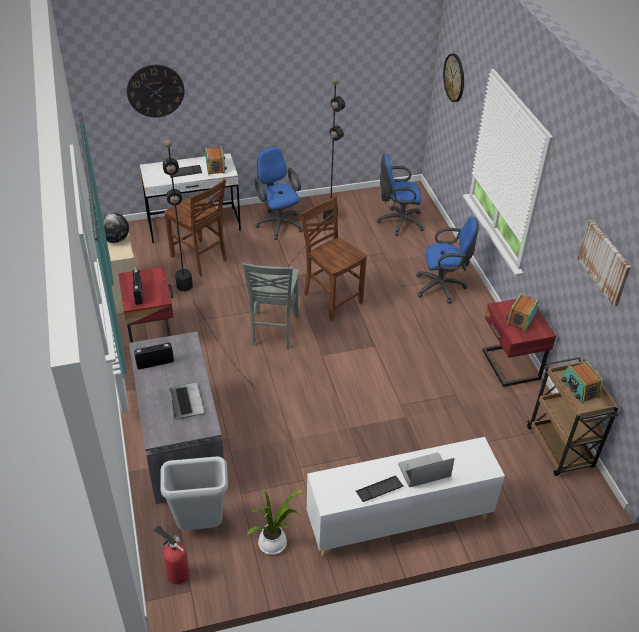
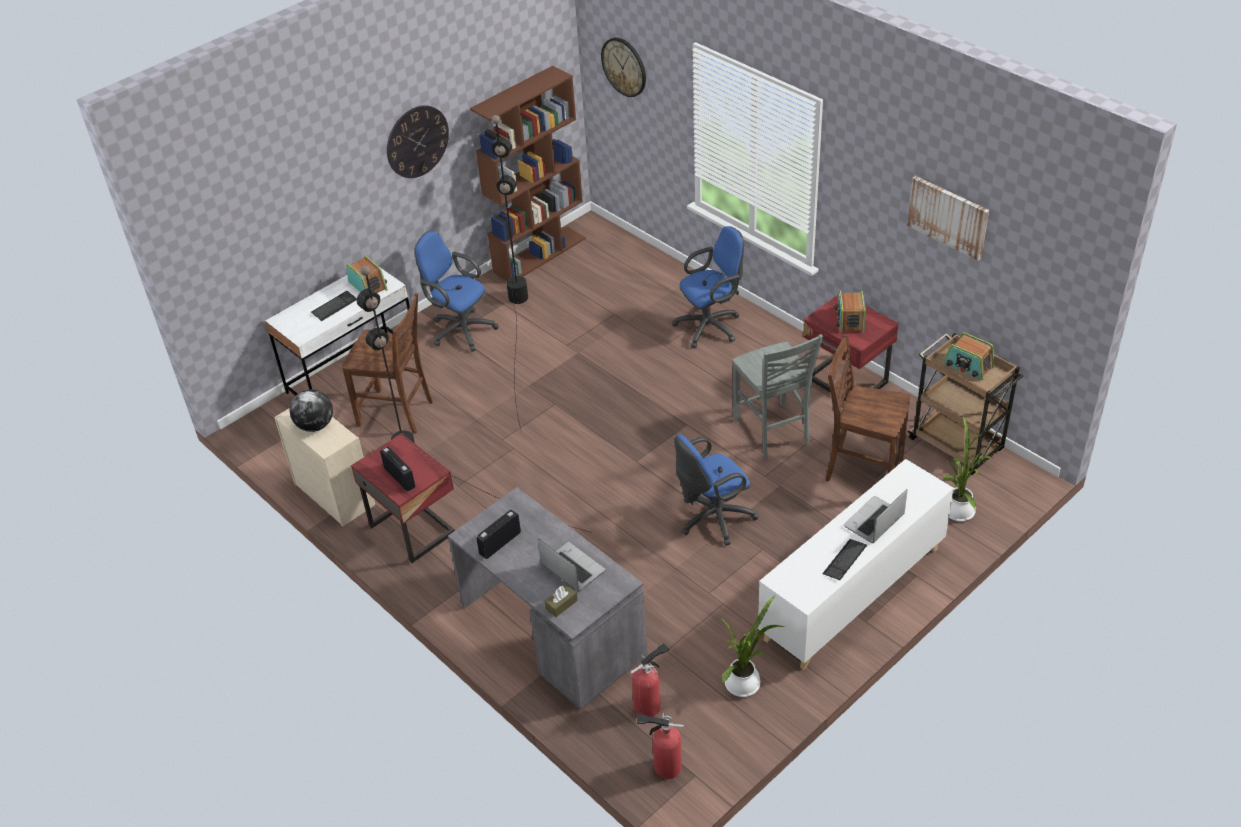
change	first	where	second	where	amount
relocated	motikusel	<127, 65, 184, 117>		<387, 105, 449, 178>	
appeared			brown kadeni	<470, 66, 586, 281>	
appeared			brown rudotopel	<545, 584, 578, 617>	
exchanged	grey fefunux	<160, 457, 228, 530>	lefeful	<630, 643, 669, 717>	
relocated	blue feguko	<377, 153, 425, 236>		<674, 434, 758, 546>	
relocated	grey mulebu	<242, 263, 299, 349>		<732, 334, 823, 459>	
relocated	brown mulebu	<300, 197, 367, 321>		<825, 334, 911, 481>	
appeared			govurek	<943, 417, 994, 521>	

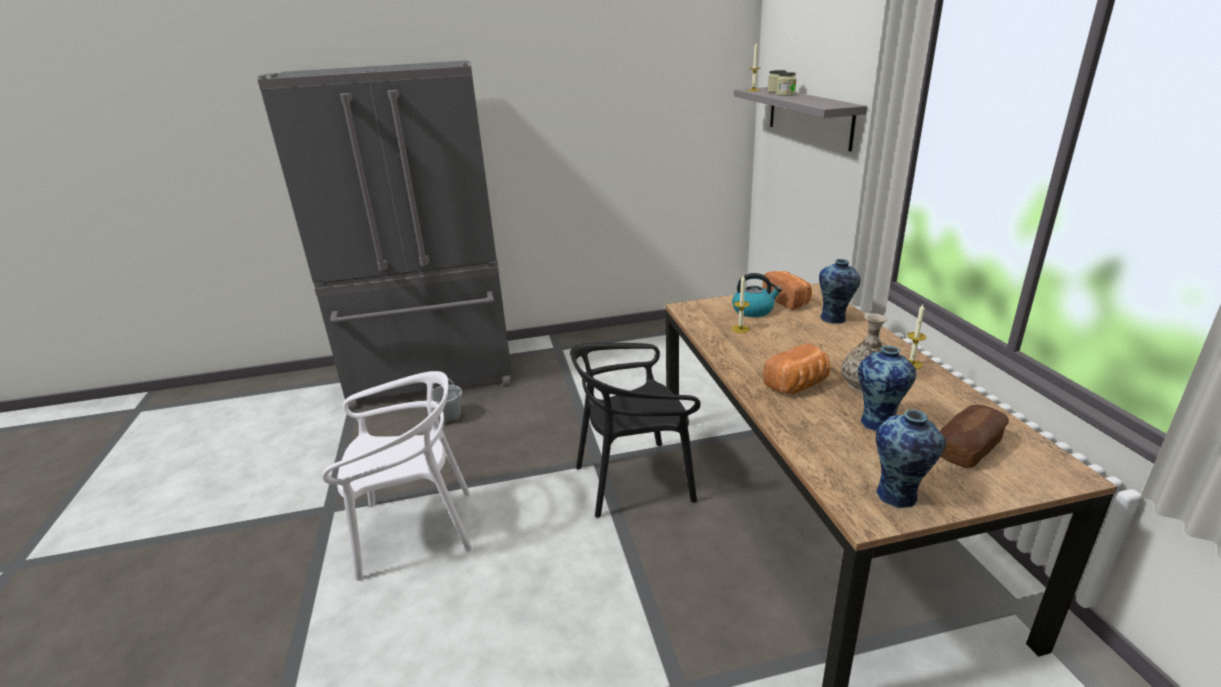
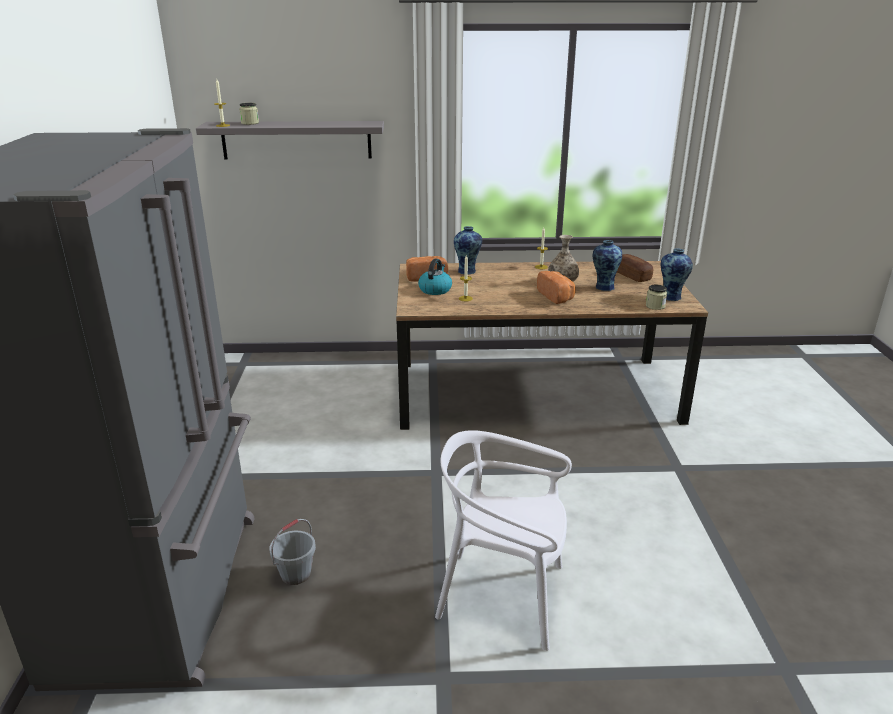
change	first	where	second	where	amount
spun	white mulebu	<322, 371, 472, 581>		<435, 430, 572, 651>	75 degrees counterclockwise
relocated	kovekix	<776, 72, 797, 96>		<646, 285, 667, 310>	
missing	black mulebu	<570, 343, 701, 518>			

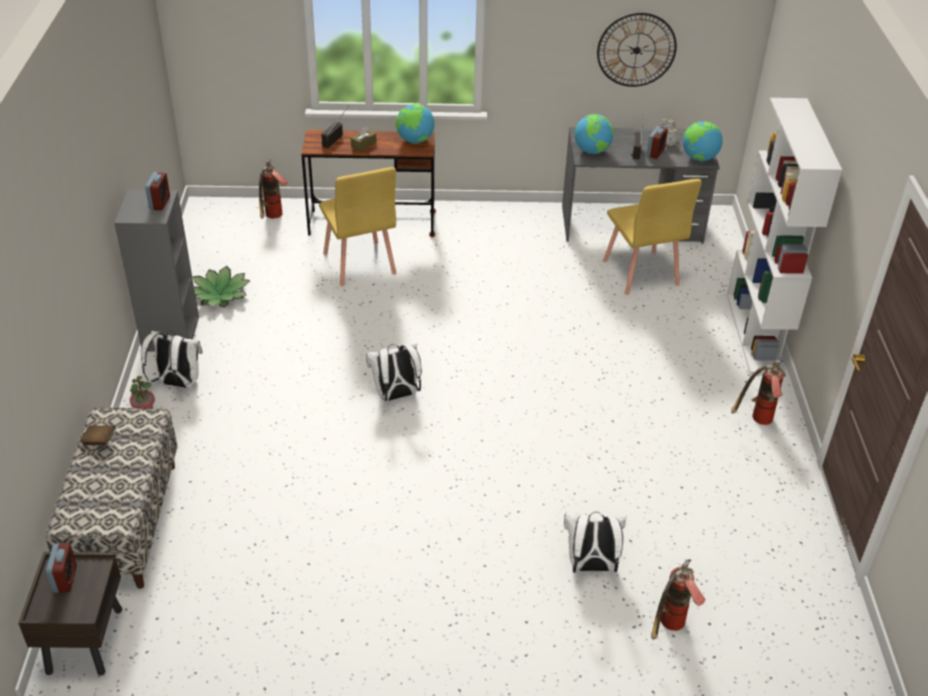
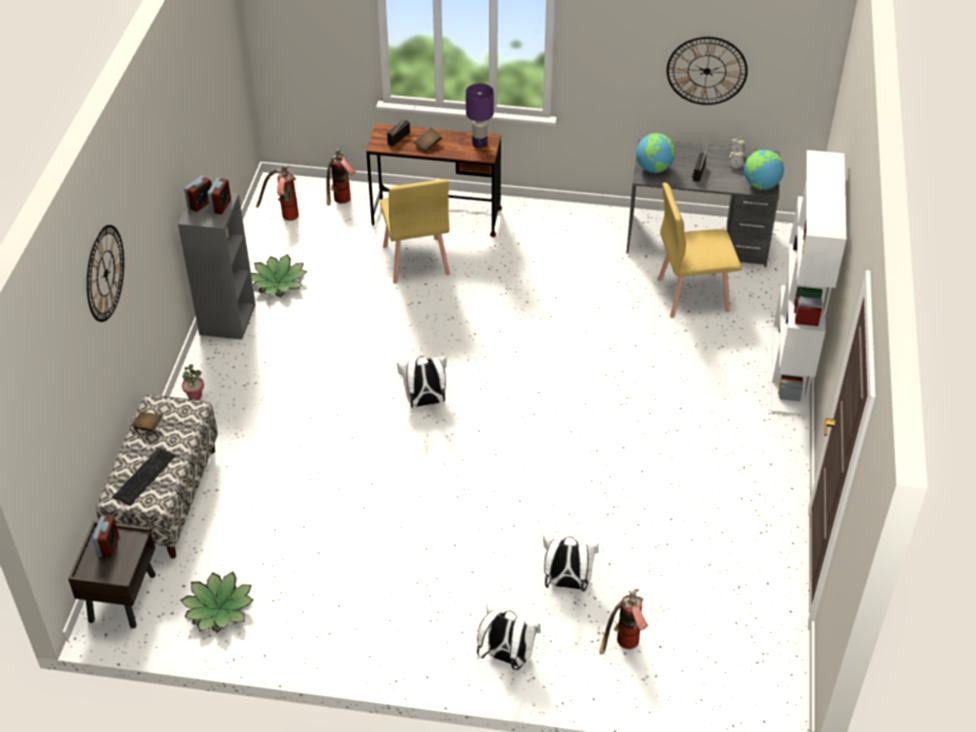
change	first	where	second	where	amount
appeared			motikusel	<87, 225, 124, 322>	
appeared			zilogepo	<113, 448, 175, 505>	
appeared			govurek	<181, 572, 253, 633>	
relocated	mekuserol	<646, 126, 668, 159>		<184, 176, 212, 212>	
relocated	lefeful	<731, 360, 786, 425>		<256, 165, 299, 221>	
exchanged	brown rudotopel	<351, 127, 376, 151>	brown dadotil	<414, 127, 442, 152>	
exchanged	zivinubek	<396, 104, 435, 144>	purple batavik	<466, 83, 494, 148>	
relocated	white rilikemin	<141, 331, 203, 388>		<477, 603, 541, 670>	
spun	yellow mulebu	<603, 179, 702, 295>		<658, 182, 742, 318>	90 degrees clockwise

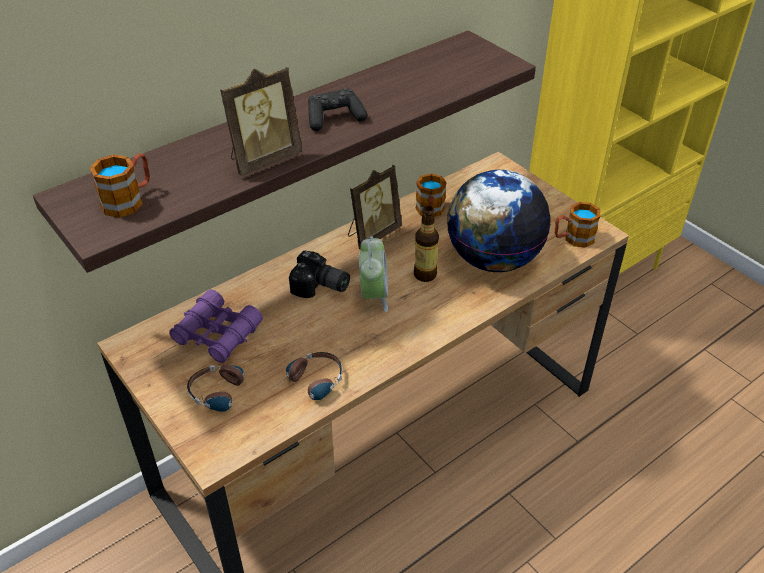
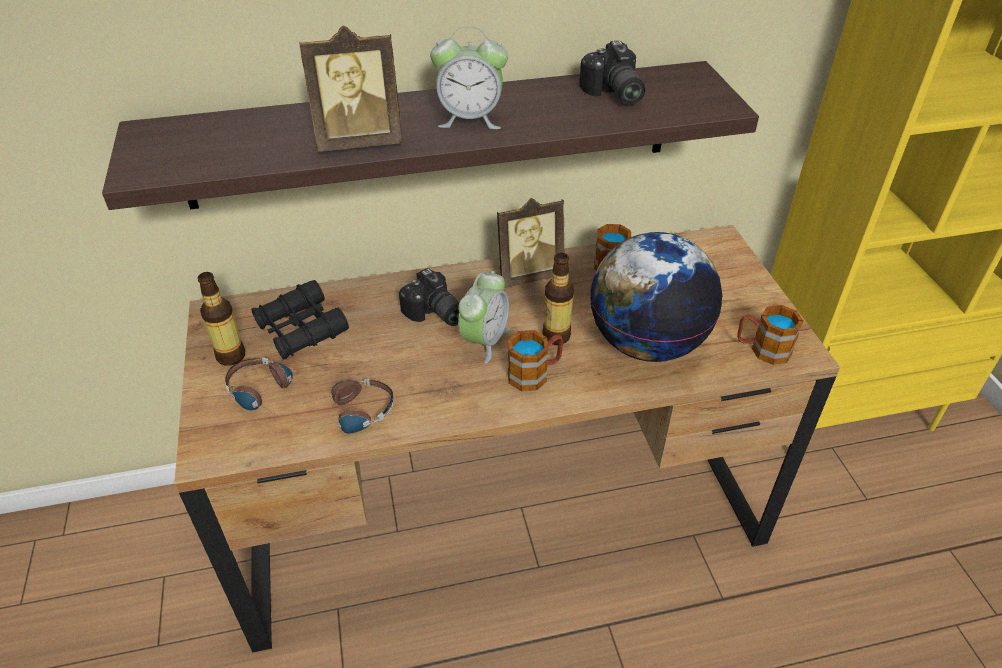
change	first	where	second	where	amount
appeared			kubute	<198, 272, 245, 366>	
colour	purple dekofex	<169, 289, 263, 363>	black dekofex	<251, 280, 349, 360>	
exchanged	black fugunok	<308, 88, 367, 131>	mekuserol	<430, 27, 508, 129>	
relocated	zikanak	<90, 153, 150, 218>		<508, 330, 564, 391>	
appeared			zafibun	<579, 40, 645, 104>	

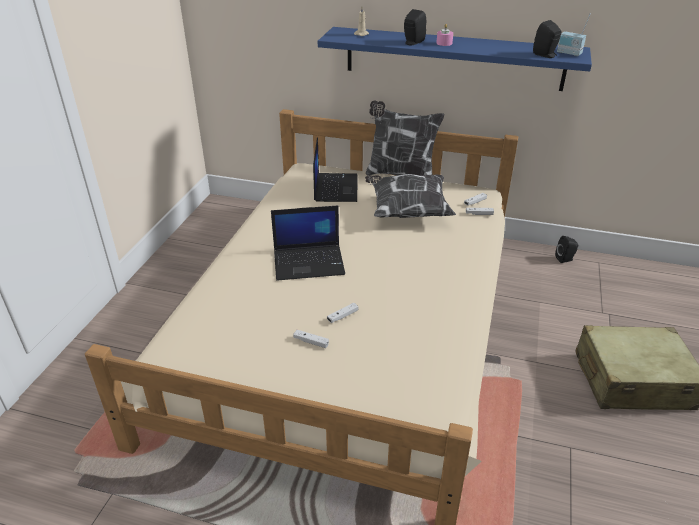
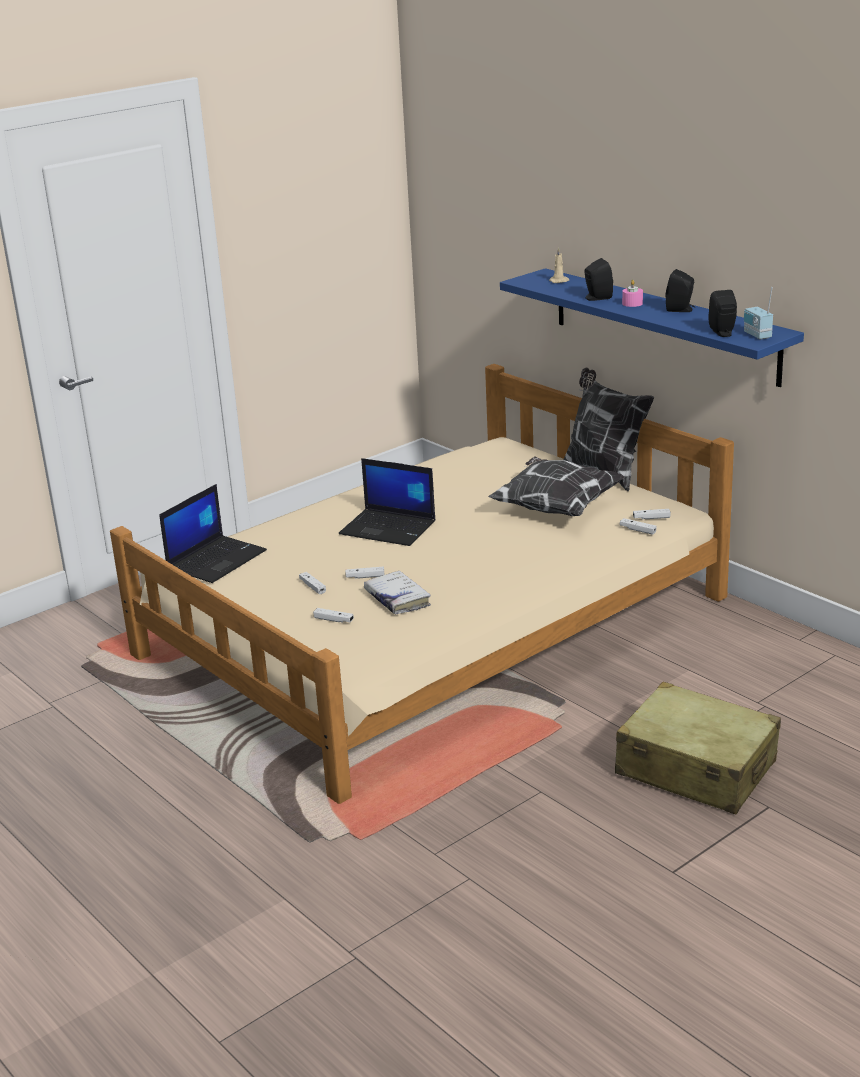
change	first	where	second	where	amount
relocated	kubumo	<313, 137, 358, 202>		<159, 484, 267, 583>	
appeared			white fugunok	<313, 608, 354, 623>	
appeared			white dadotil	<364, 571, 431, 614>	
relocated	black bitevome	<555, 236, 578, 263>		<666, 269, 696, 312>	

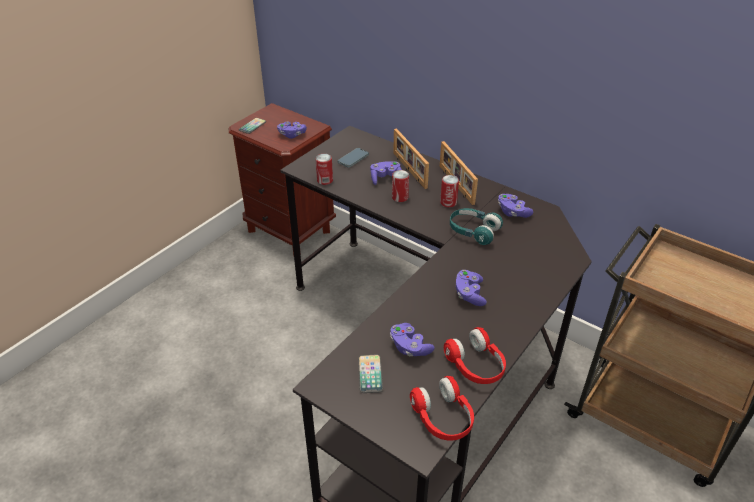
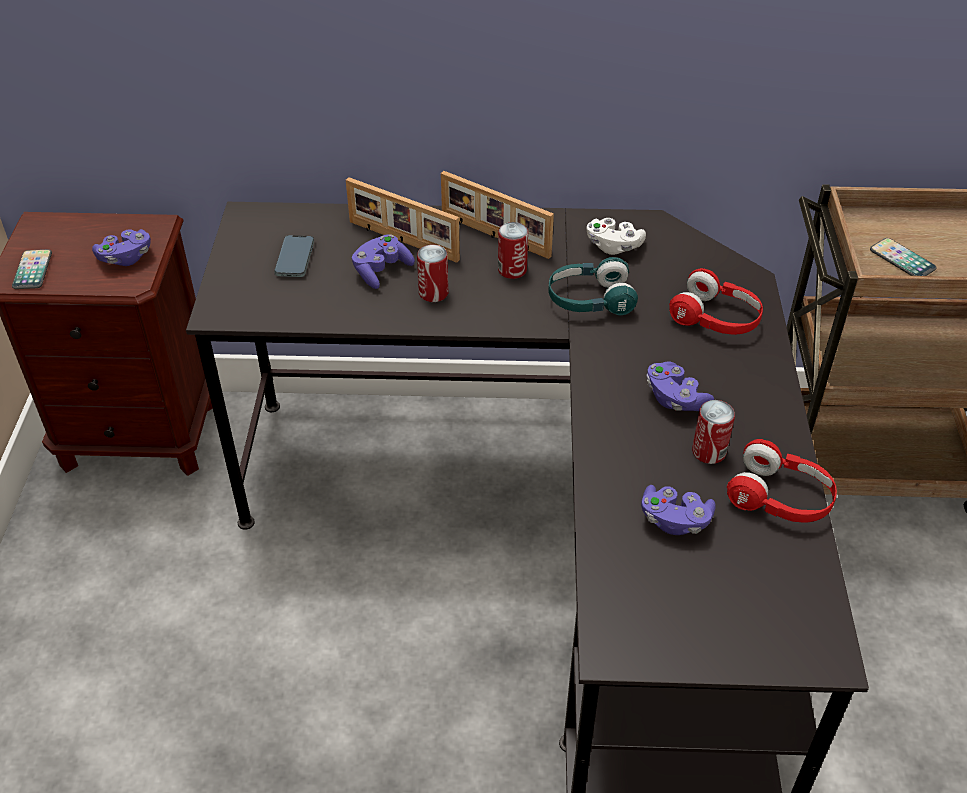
change	first	where	second	where	amount
colour	purple fugunok	<498, 194, 533, 218>	white fugunok	<586, 218, 646, 255>	
relocated	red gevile	<410, 376, 474, 441>		<669, 268, 763, 335>	
relocated	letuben	<316, 154, 333, 185>		<692, 400, 735, 464>	
relocated	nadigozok	<358, 355, 383, 393>		<870, 238, 936, 276>	

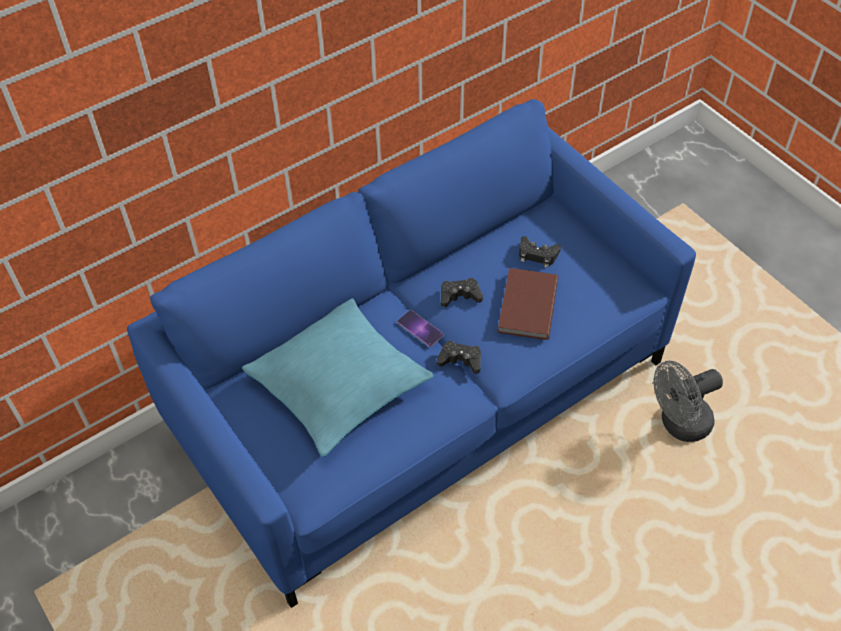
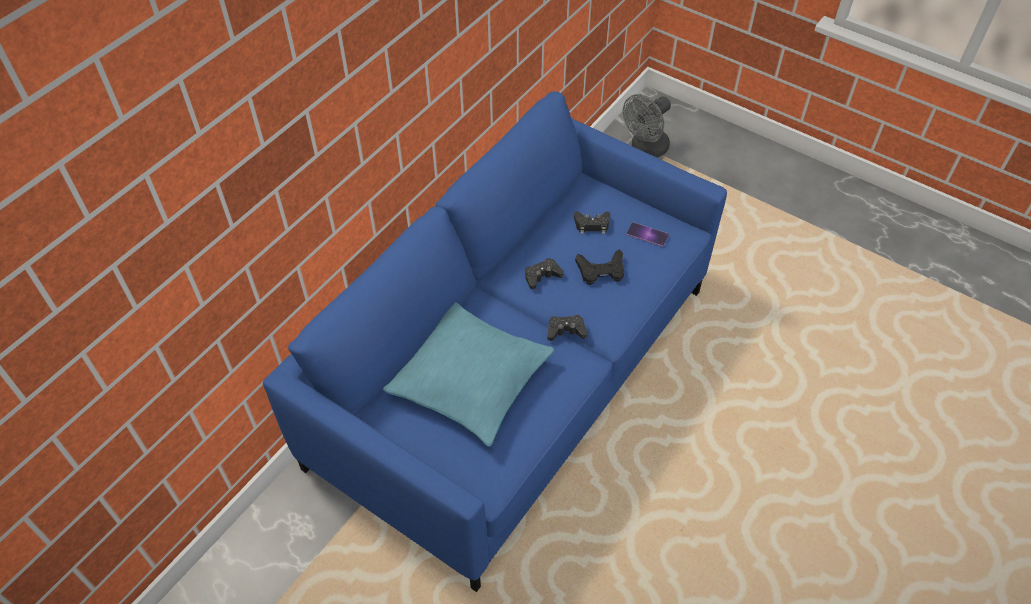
change	first	where	second	where	amount
exchanged	brown dadotil	<498, 268, 558, 340>	black fugunok	<575, 249, 624, 285>	
relocated	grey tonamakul	<654, 361, 723, 442>		<623, 94, 671, 157>	
relocated	nadigozok	<397, 310, 444, 347>		<627, 222, 669, 247>	

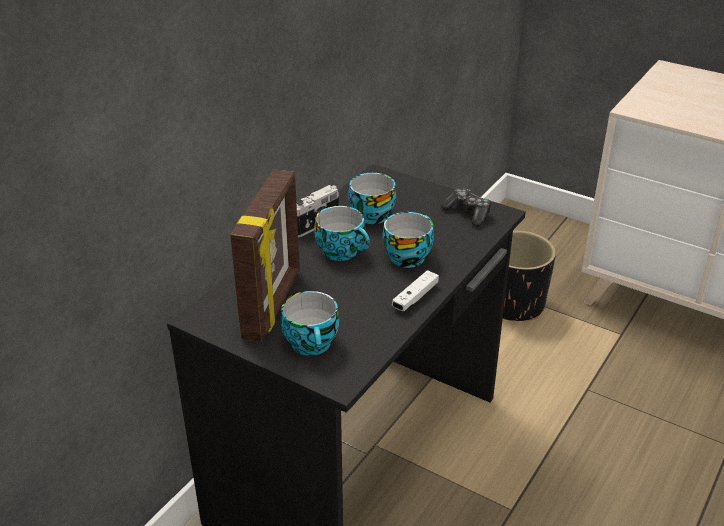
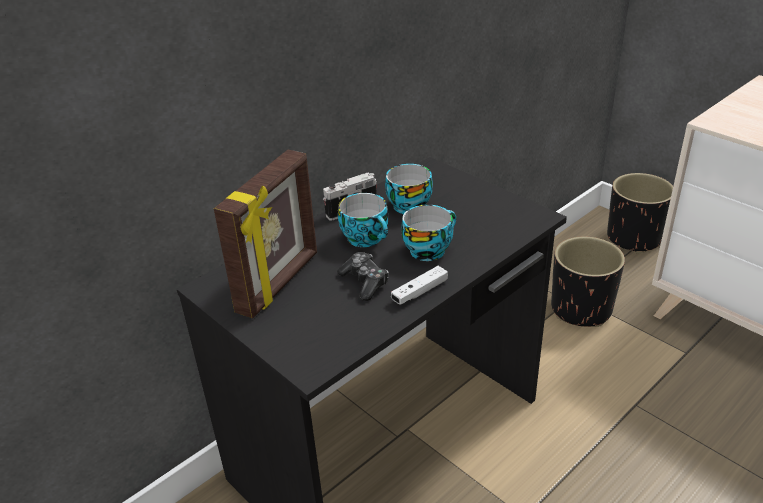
change	first	where	second	where	amount
relocated	fugunok	<441, 188, 492, 226>		<337, 252, 389, 301>	
appeared			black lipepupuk	<607, 173, 673, 253>	
missing	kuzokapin	<281, 291, 339, 356>			

